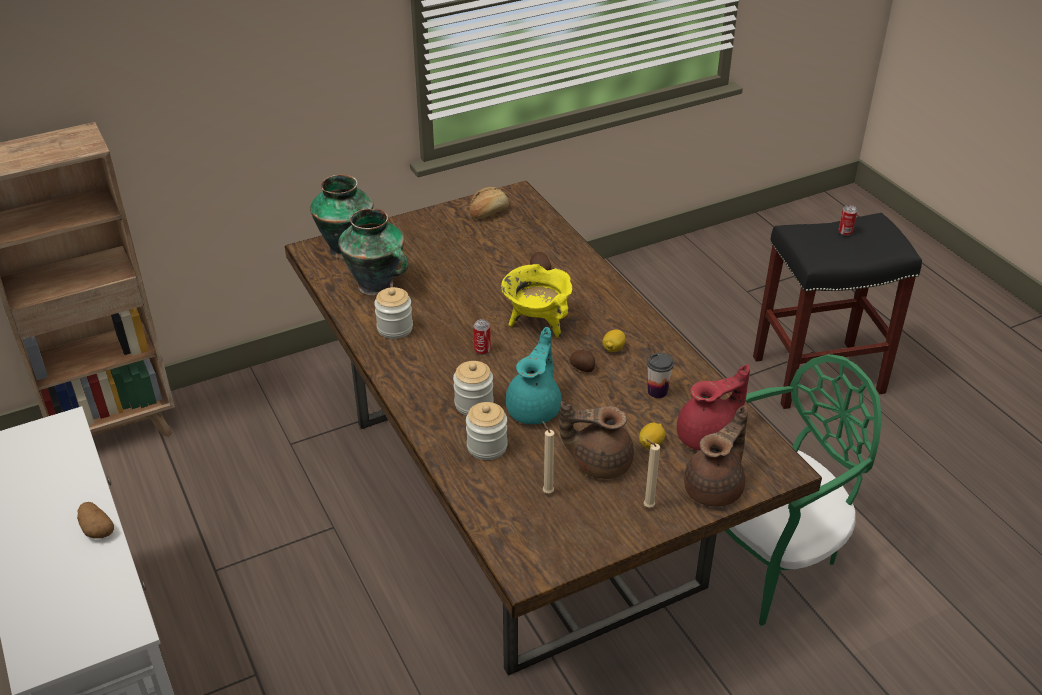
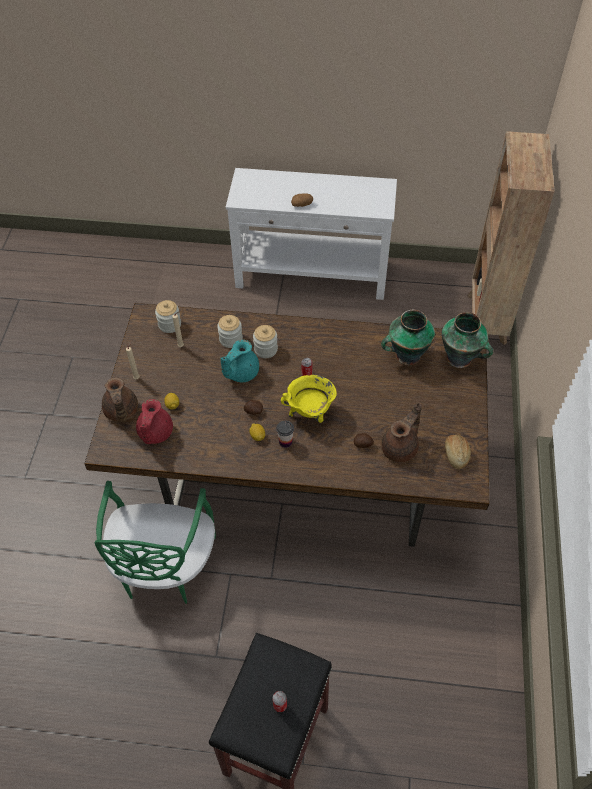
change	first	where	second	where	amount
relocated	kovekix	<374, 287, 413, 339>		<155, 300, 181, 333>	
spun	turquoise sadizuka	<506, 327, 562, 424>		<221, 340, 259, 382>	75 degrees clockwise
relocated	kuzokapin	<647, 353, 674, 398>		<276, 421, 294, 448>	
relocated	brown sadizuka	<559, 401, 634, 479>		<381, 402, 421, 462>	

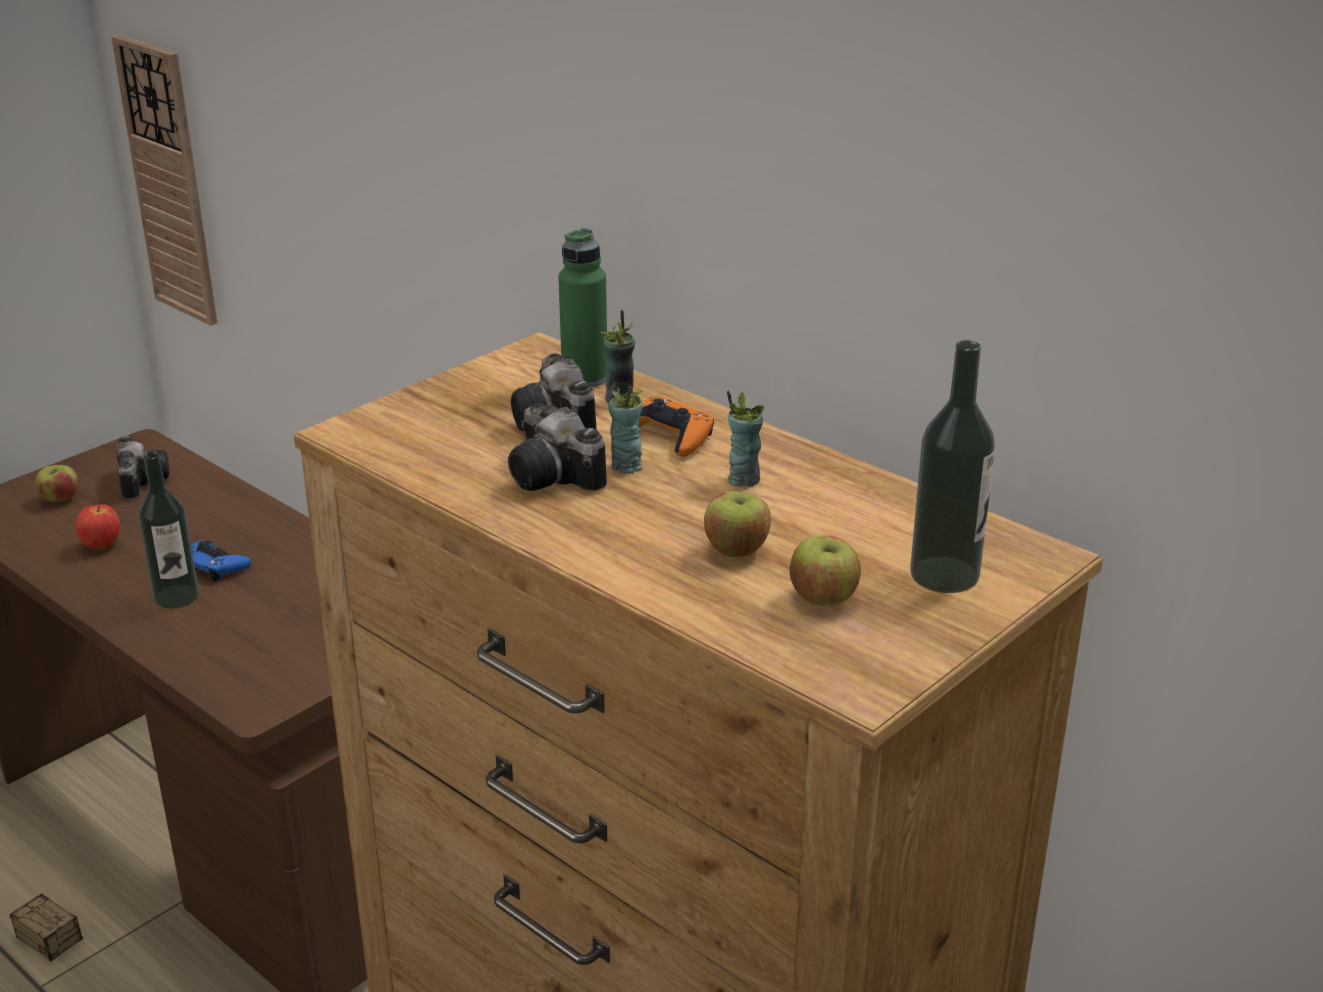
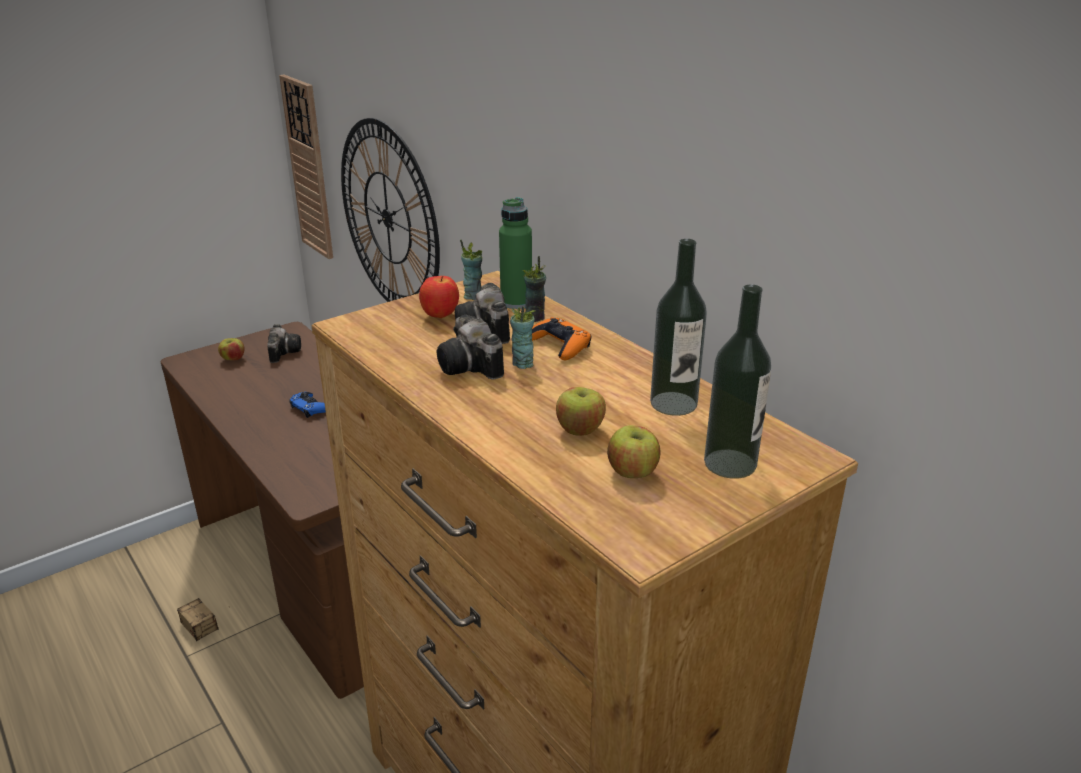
change	first	where	second	where	amount
appeared			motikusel	<341, 118, 440, 302>	
relocated	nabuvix	<75, 504, 120, 549>		<419, 276, 459, 318>	
relocated	kuzokapin	<727, 390, 764, 487>		<460, 239, 482, 300>	
relocated	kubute	<138, 452, 199, 609>		<650, 239, 707, 416>	

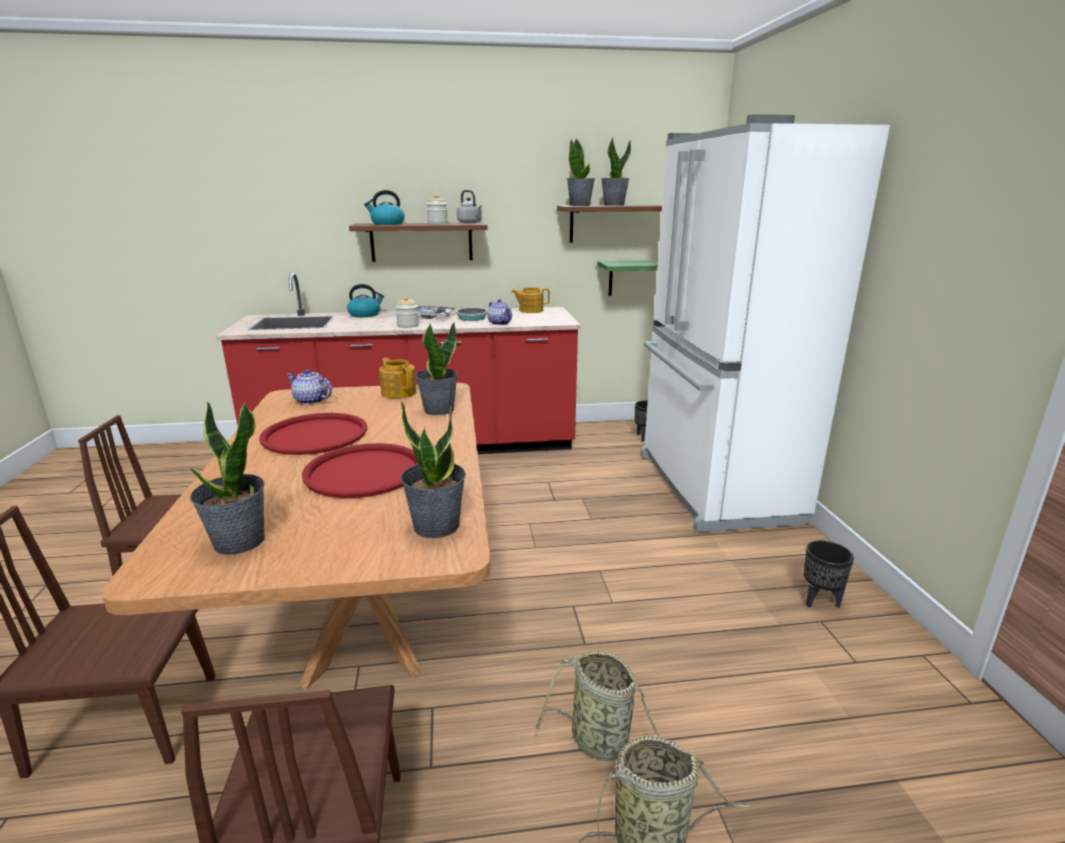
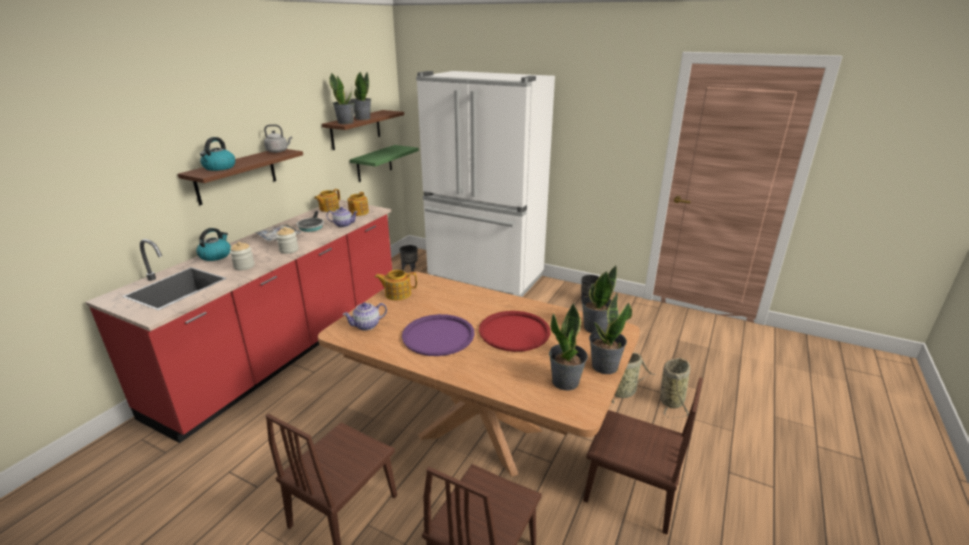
change	first	where	second	where	amount
relocated	kovekix	<426, 194, 448, 224>		<230, 242, 255, 271>	
appeared			sadizuka	<347, 192, 369, 216>	
colour	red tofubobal	<259, 413, 367, 455>	purple tofubobal	<402, 314, 474, 356>	
relocated	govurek	<415, 322, 458, 415>		<589, 293, 632, 374>	

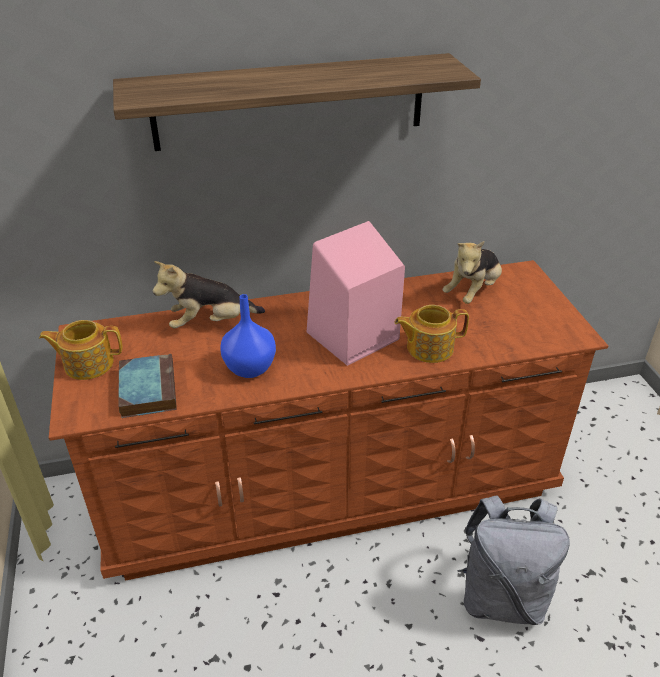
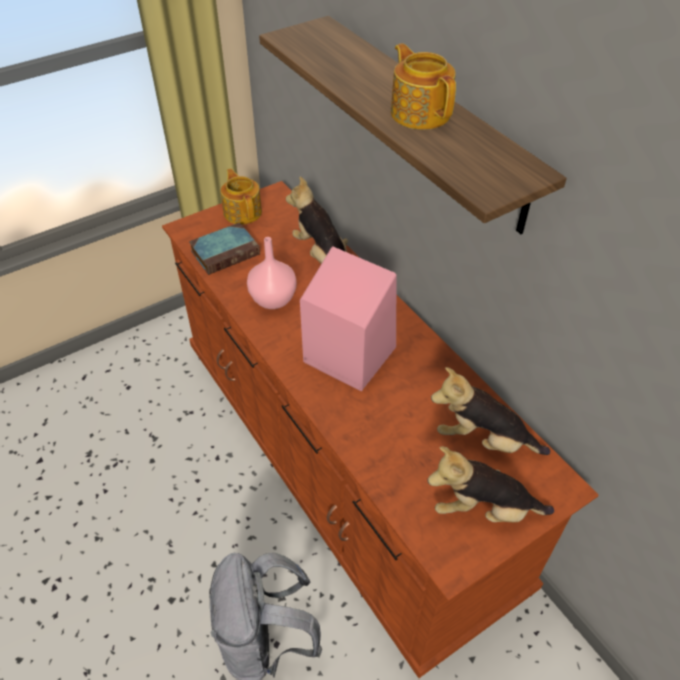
change	first	where	second	where	amount
colour	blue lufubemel	<220, 294, 276, 378>	pink lufubemel	<247, 237, 297, 309>	
relocated	sadizuka	<395, 305, 469, 363>		<391, 43, 456, 130>	
appeared			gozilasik	<427, 446, 554, 522>	

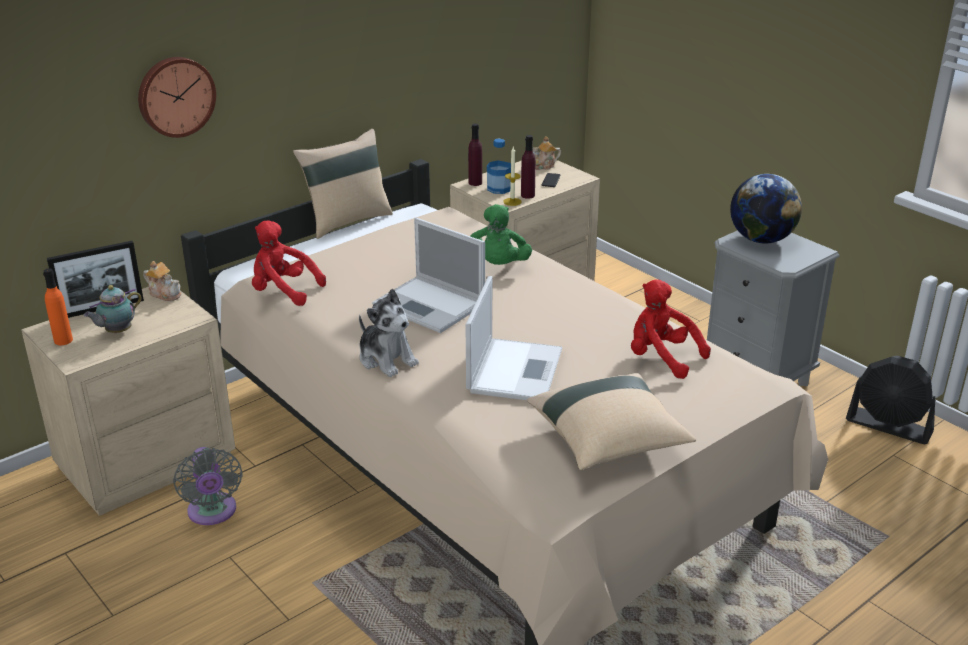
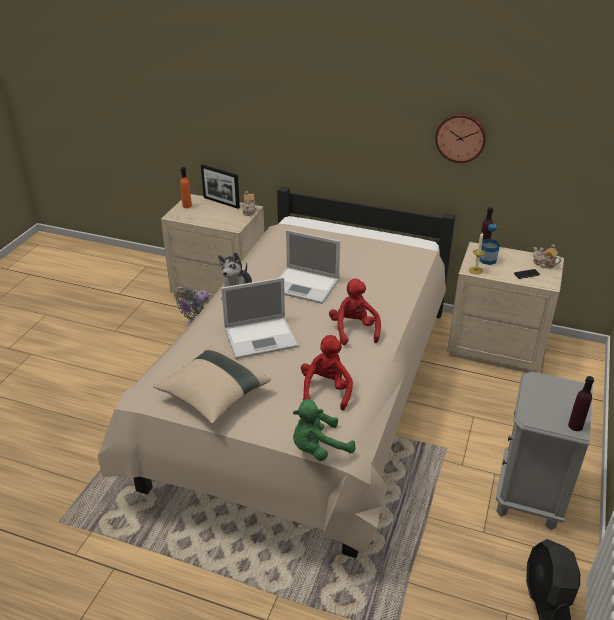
change	first	where	second	where	amount
spun	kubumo	<372, 218, 485, 333>		<278, 230, 340, 304>	75 degrees counterclockwise
relocated	green gozilasik	<470, 204, 532, 265>		<293, 399, 356, 461>	
relocated	red gozilasik	<252, 220, 326, 306>		<329, 279, 381, 345>	
relocated	motikusel	<138, 57, 216, 138>		<435, 113, 486, 163>	
relocated	purple kubute	<521, 135, 536, 199>		<568, 376, 594, 431>	
missing	sadizuka	<84, 285, 142, 333>			
missing	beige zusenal	<293, 129, 393, 239>			
missing	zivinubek	<730, 174, 802, 244>			

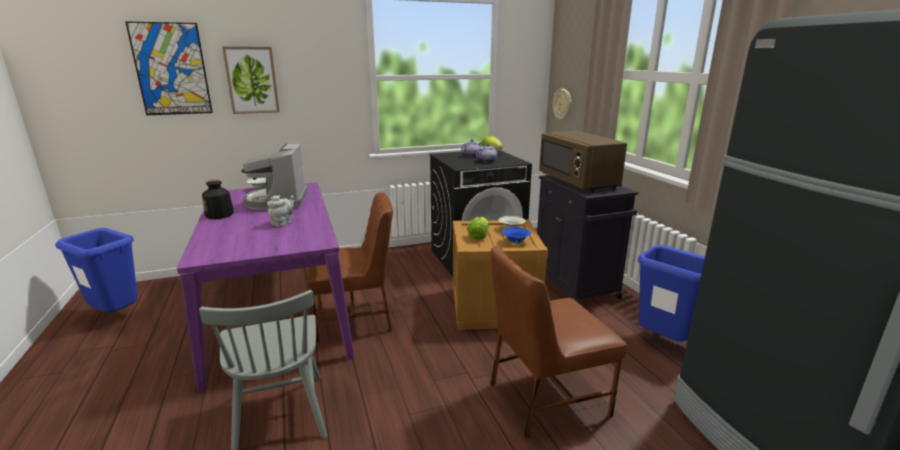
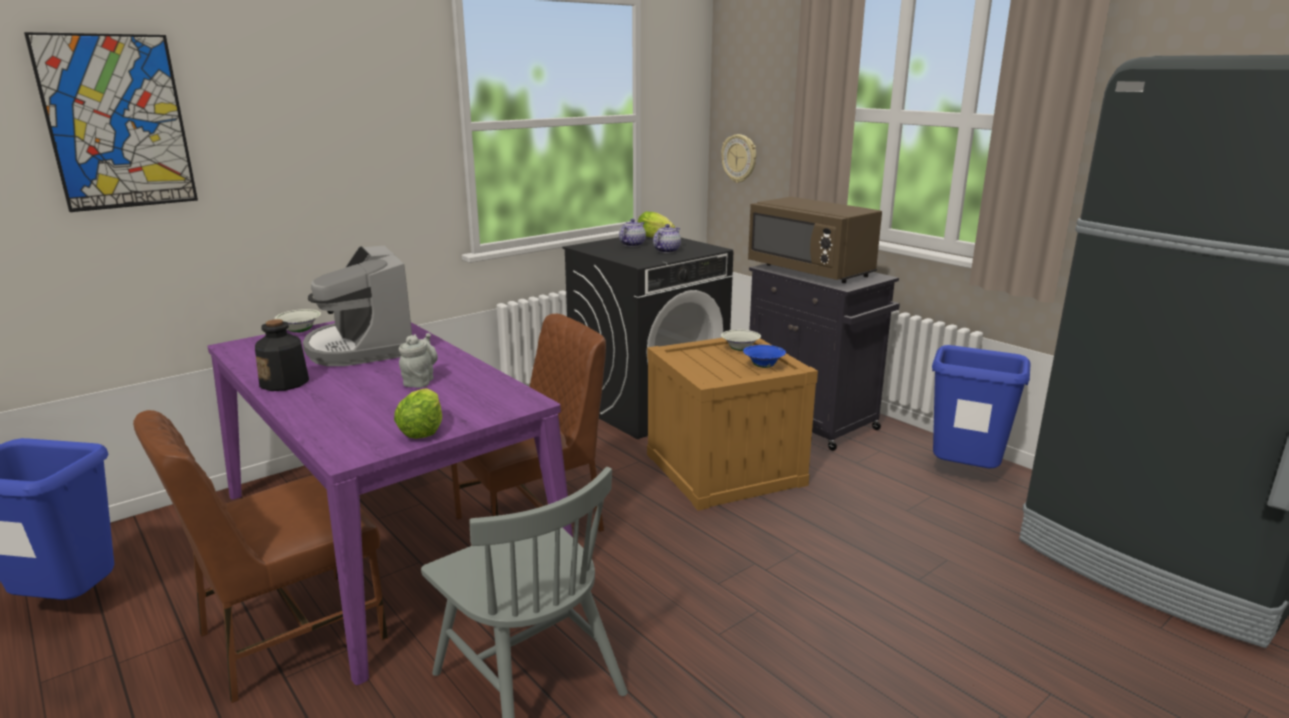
change	first	where	second	where	amount
relocated	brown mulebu	<490, 246, 627, 438>		<133, 410, 388, 703>	
relocated	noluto	<467, 217, 489, 239>		<394, 388, 442, 439>	
missing	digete	<222, 46, 280, 114>			

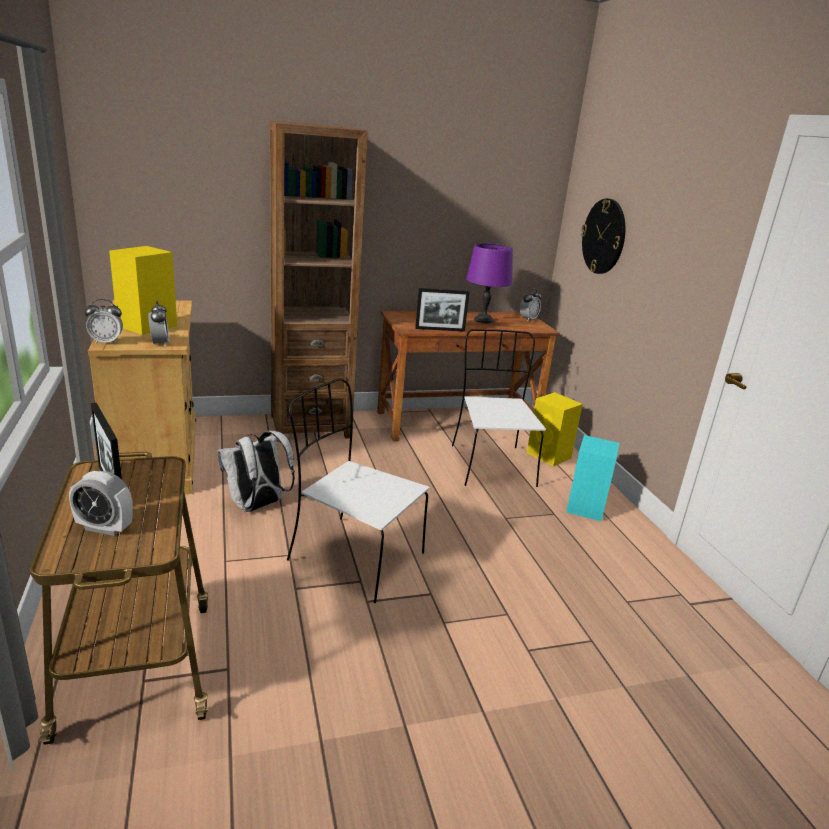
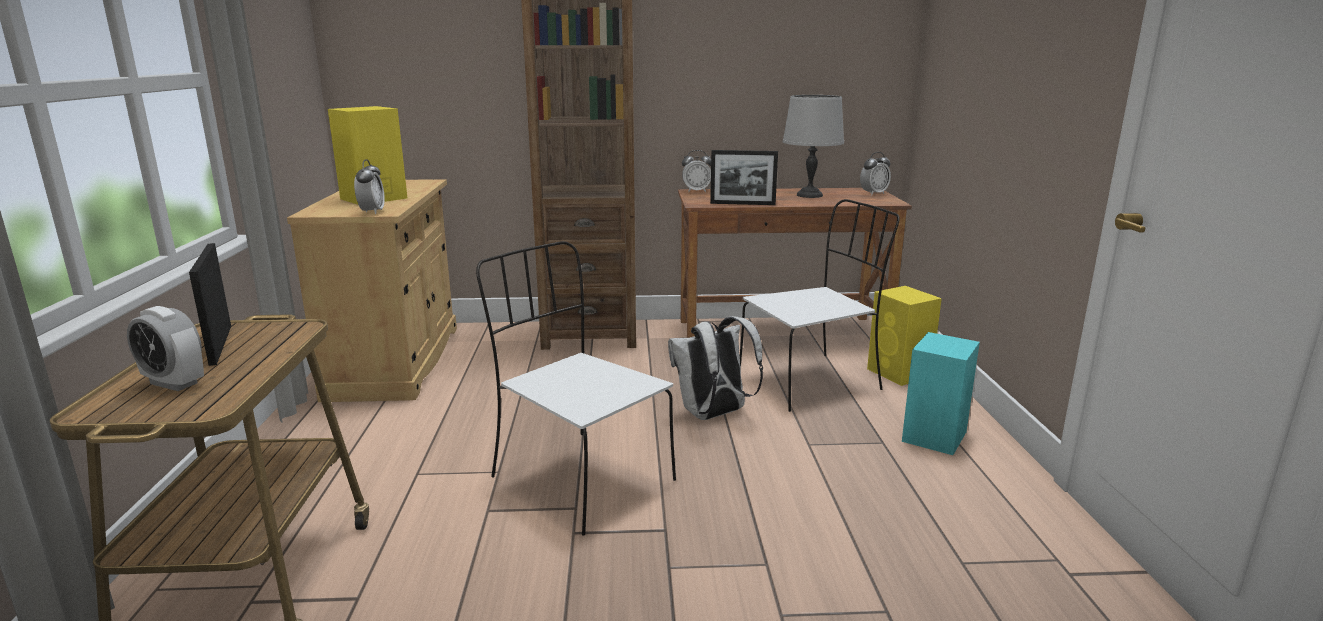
change	first	where	second	where	amount
relocated	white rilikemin	<217, 431, 295, 512>		<668, 316, 763, 420>	
relocated	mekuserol	<85, 299, 123, 344>		<682, 150, 711, 192>	
spun	white mulebu	<452, 329, 546, 487>		<740, 199, 900, 412>	60 degrees clockwise
colour	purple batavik	<466, 243, 513, 323>	grey batavik	<783, 95, 844, 198>	
missing	motikusel	<581, 199, 626, 274>			

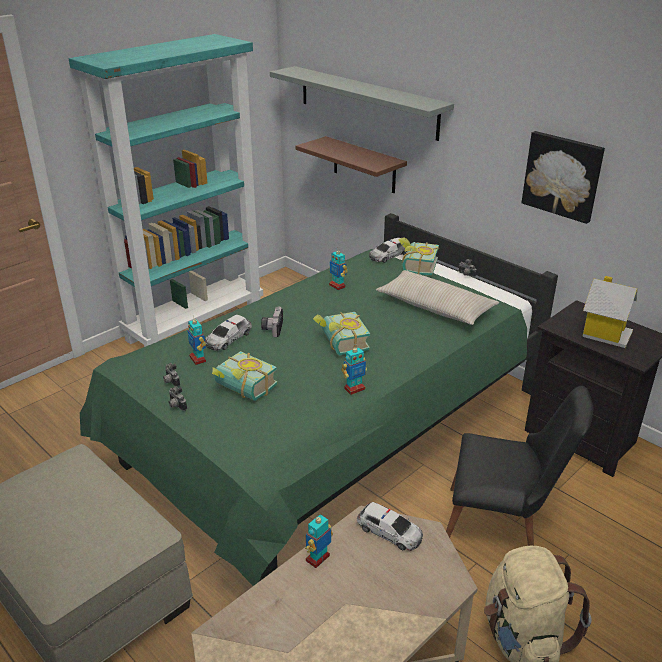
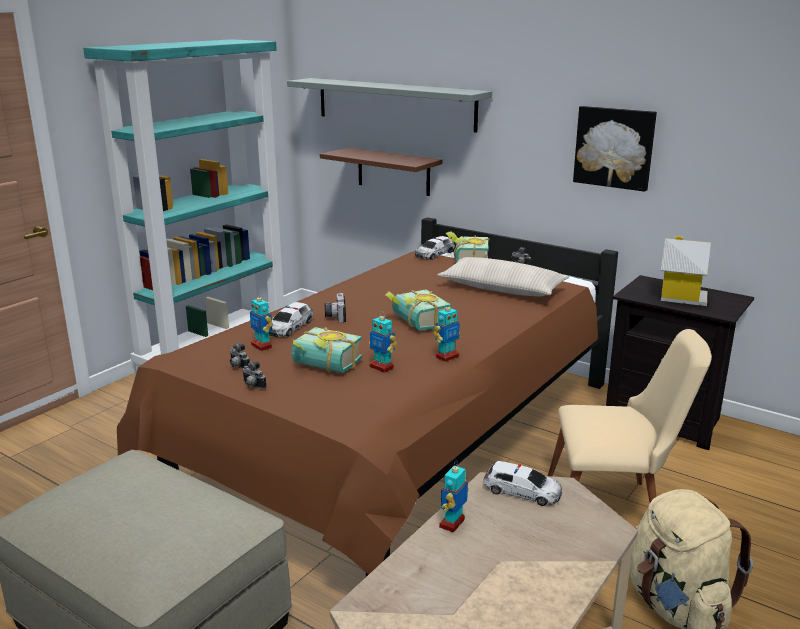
change	first	where	second	where	amount
colour	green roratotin	<80, 213, 558, 586>	brown roratotin	<117, 217, 618, 577>	
relocated	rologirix	<329, 247, 348, 290>		<369, 314, 397, 373>	
colour	black mulebu	<446, 386, 593, 546>	beige mulebu	<548, 329, 712, 502>	

